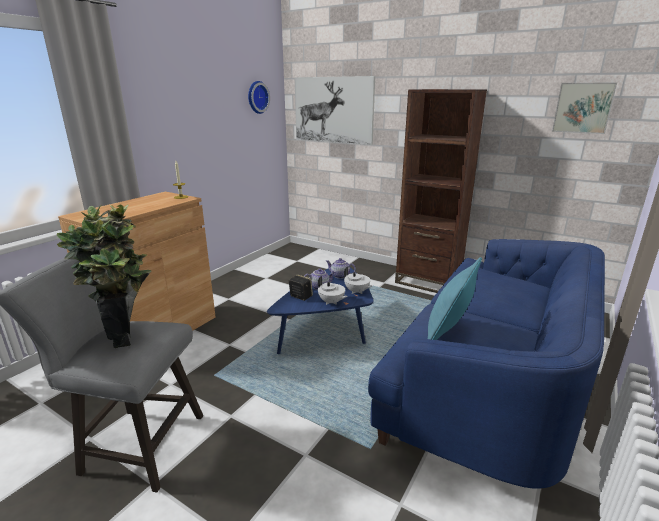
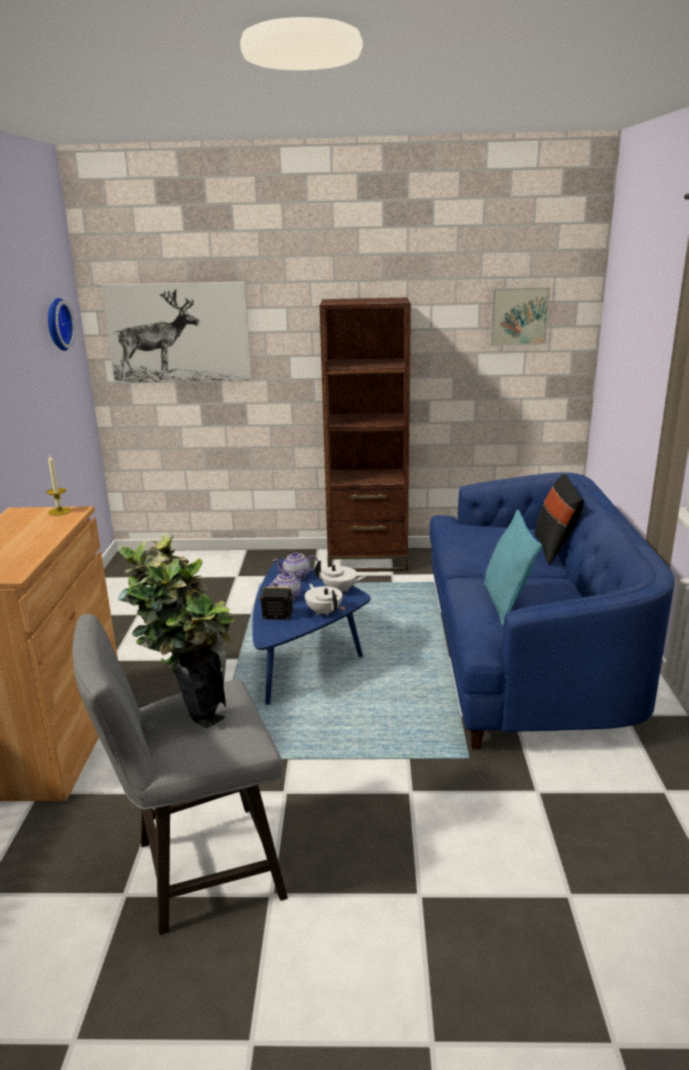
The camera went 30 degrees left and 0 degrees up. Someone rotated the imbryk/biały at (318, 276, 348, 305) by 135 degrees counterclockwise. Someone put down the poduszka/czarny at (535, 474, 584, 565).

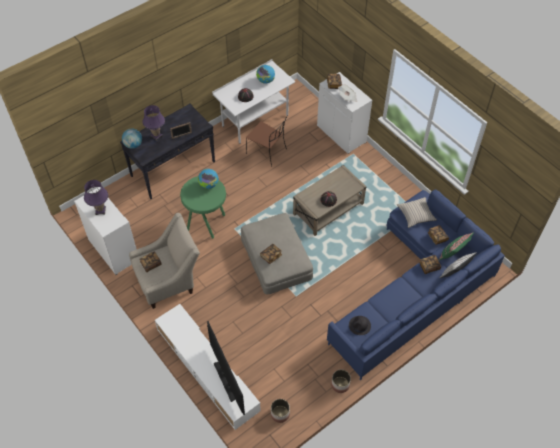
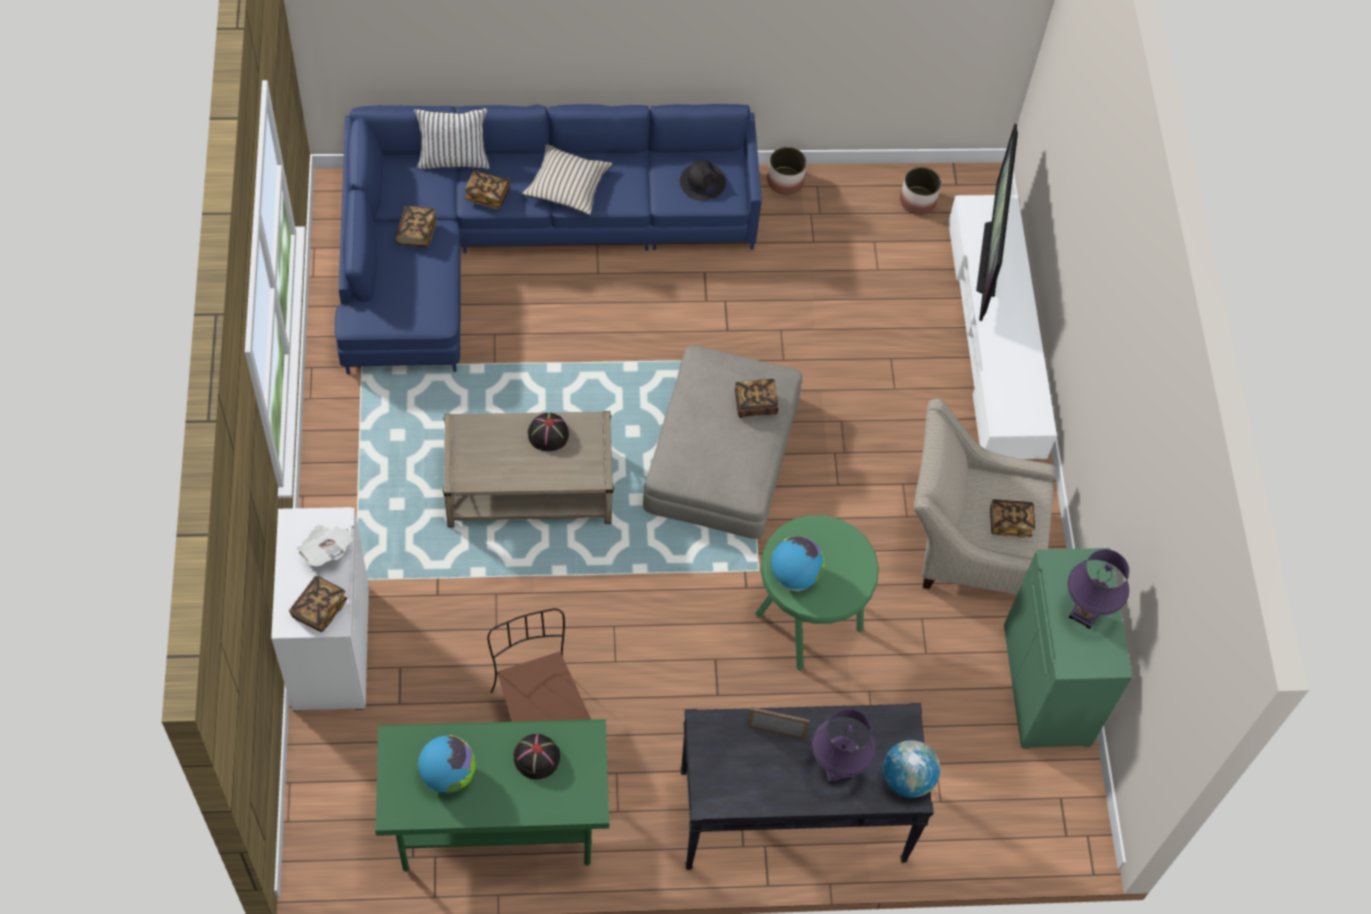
The camera went 150 degrees left and 5 degrees up. Someone repainted the biurko/biały at (212, 59, 295, 144), which became the biurko/zielony at (375, 719, 610, 872). Someone repainted the szafka/biały at (74, 187, 136, 275), which became the szafka/zielony at (1004, 548, 1132, 749). Someone carried the poduszka/beżowy from (397, 197, 437, 228) to (522, 144, 613, 215). Someone took away the poduszka/zielony at (439, 233, 473, 260).

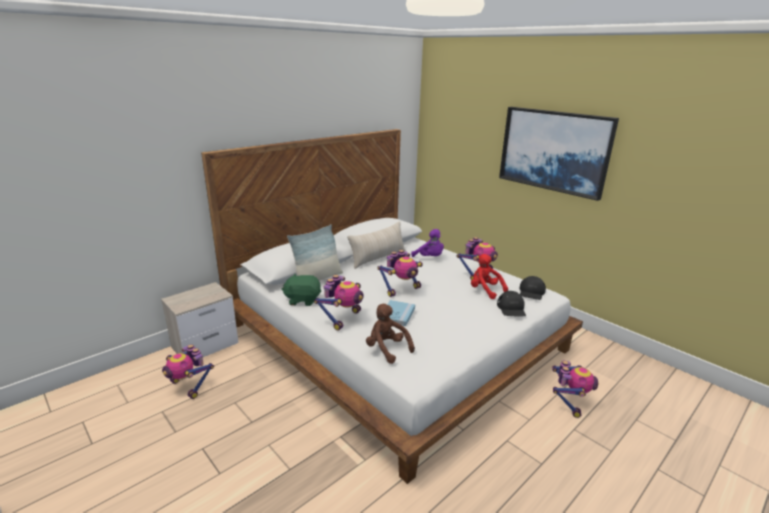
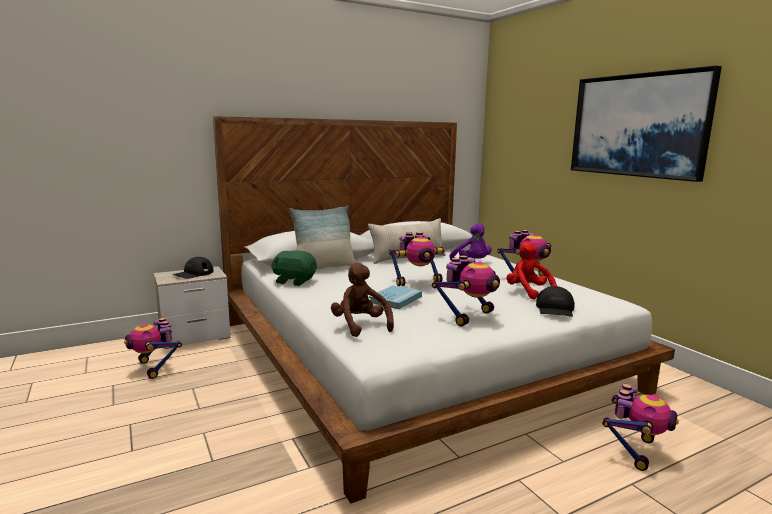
The camera went 15 degrees right and 10 degrees down. Someone carried the robot zabawkowy from (314, 275, 364, 331) to (432, 255, 500, 327). Someone carried the czapka z daszkiem/czarny from (520, 276, 546, 300) to (173, 257, 214, 279).

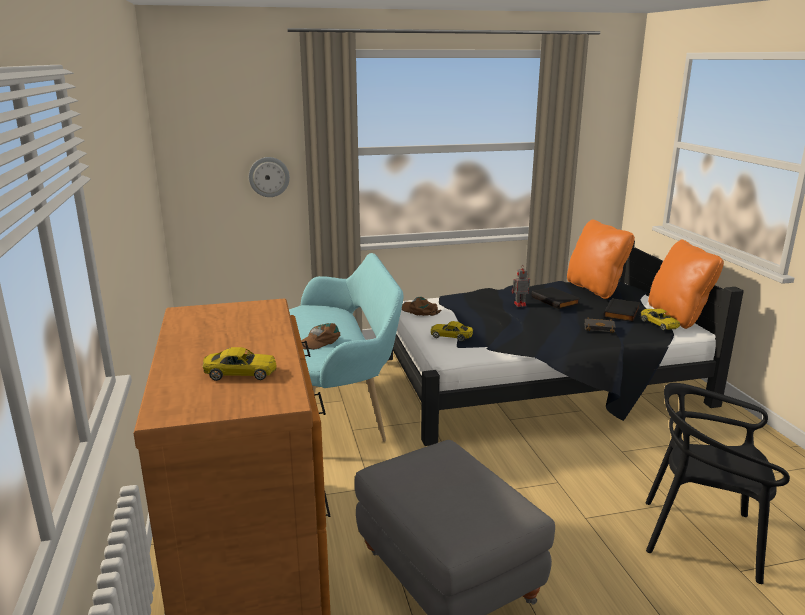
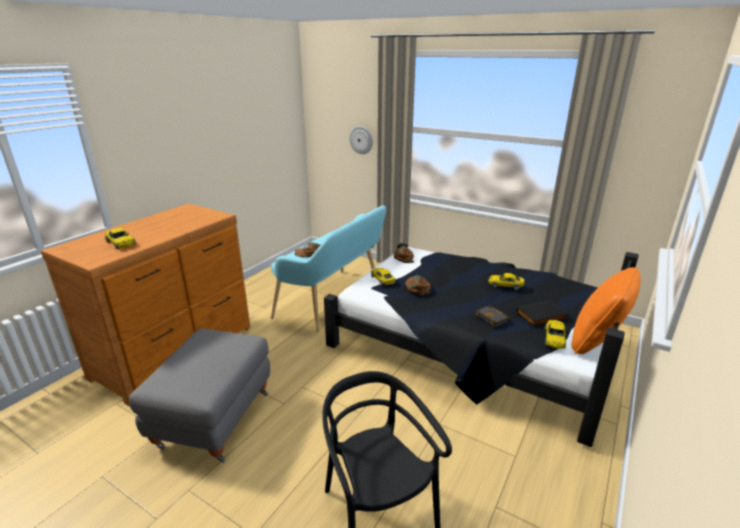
The camera went 45 degrees right and 5 degrees up. Someone took away the poduszka/pomarańczowy at (567, 220, 635, 299). Someone took away the robot zabawkowy at (512, 265, 530, 307). Someone swapped the książka/czarny at (531, 287, 580, 309) for the samochodzik/żółty at (488, 273, 524, 290). Someone put down the czapka z daszkiem/brązowy at (405, 275, 432, 296).

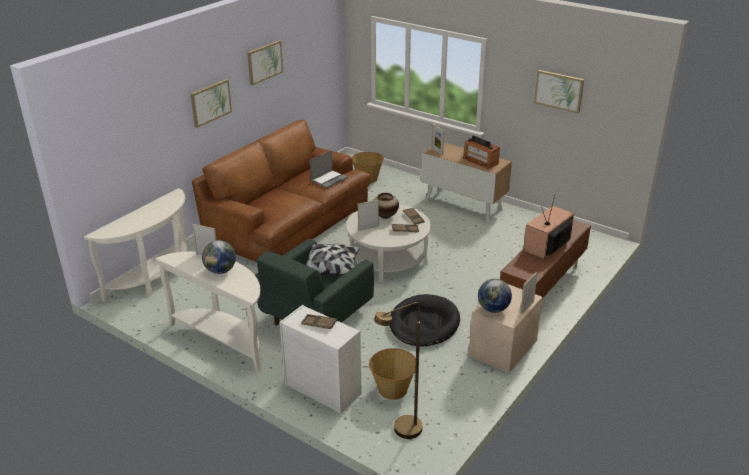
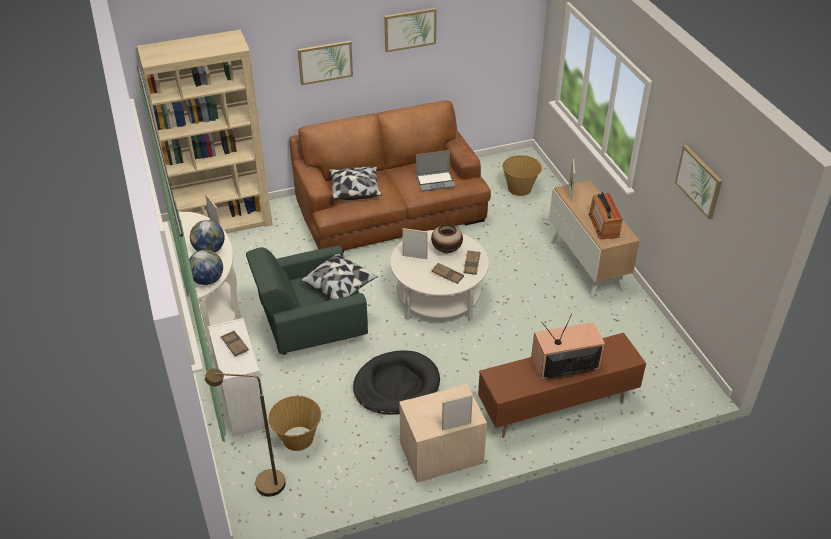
The camera went 35 degrees right and 10 degrees up. Someone swapped the stolik konsolowy/biały at (84, 188, 189, 301) for the regał/beżowy at (137, 30, 272, 234). Someone carried the globus from (478, 279, 512, 313) to (189, 250, 223, 285). Someone put down the poduszka at (329, 166, 382, 200).

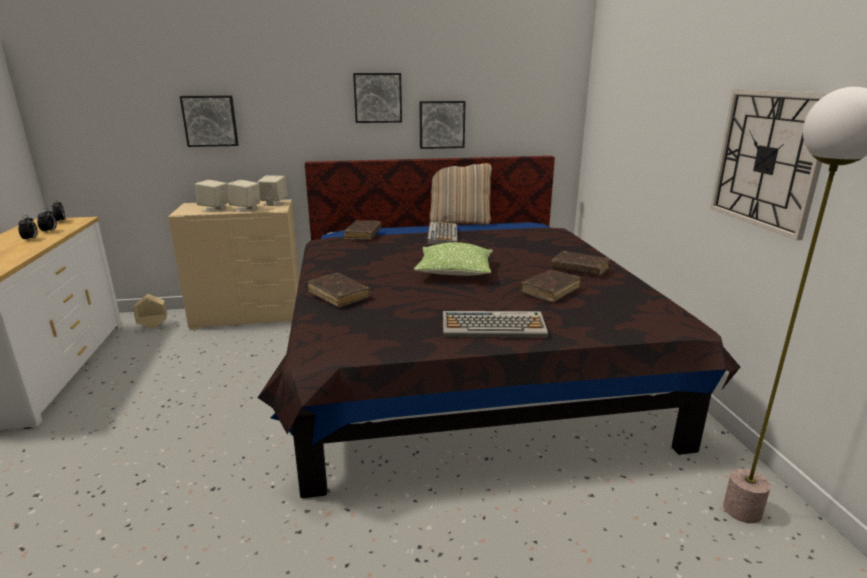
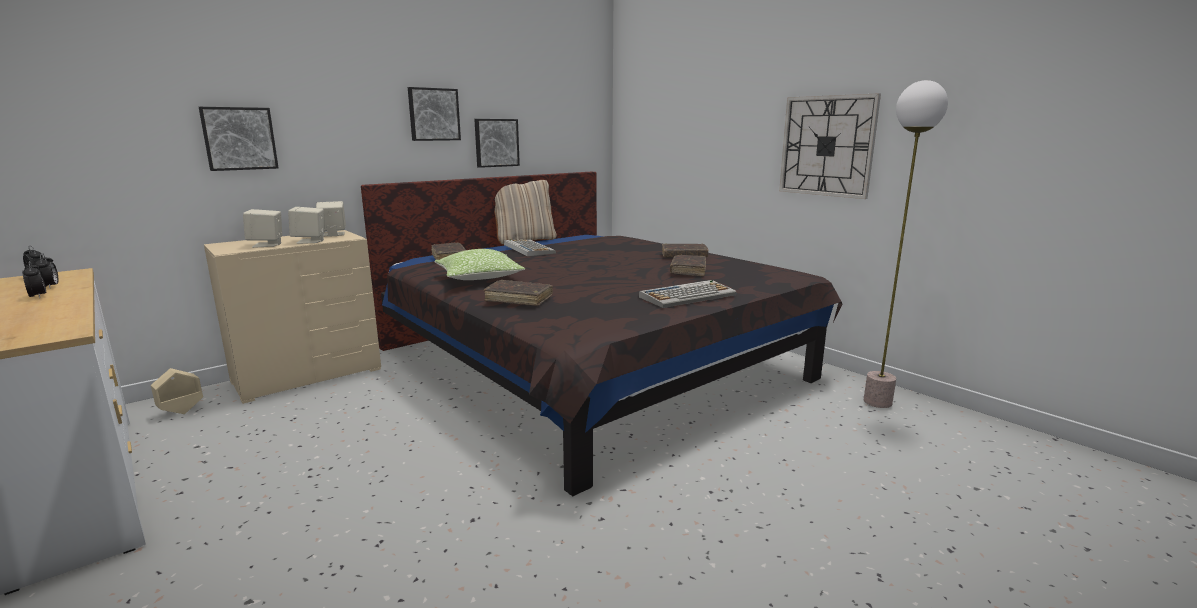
The camera went 30 degrees left and 5 degrees down. Someone carried the poduszka from (414, 242, 493, 276) to (435, 249, 525, 280).

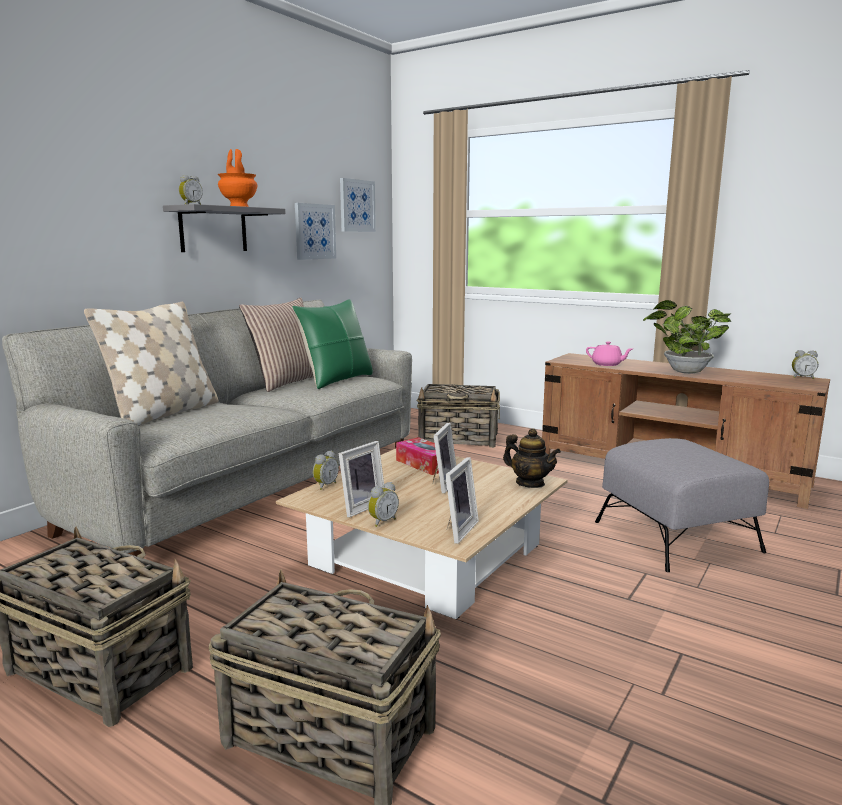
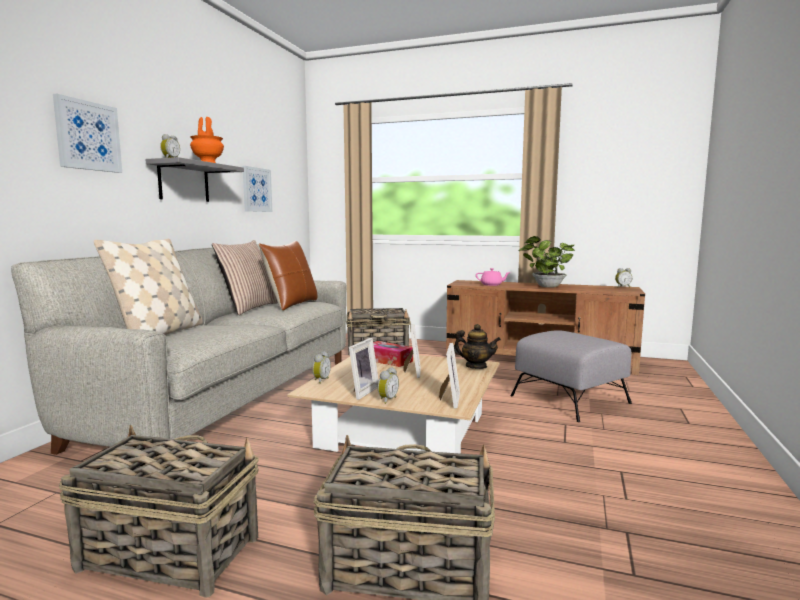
The camera went 15 degrees left and 5 degrees down. Someone carried the obraz from (340, 178, 376, 232) to (53, 94, 122, 173). Someone repainted the poduszka/zielony at (292, 299, 373, 389), which became the poduszka/brązowy at (259, 241, 318, 310).

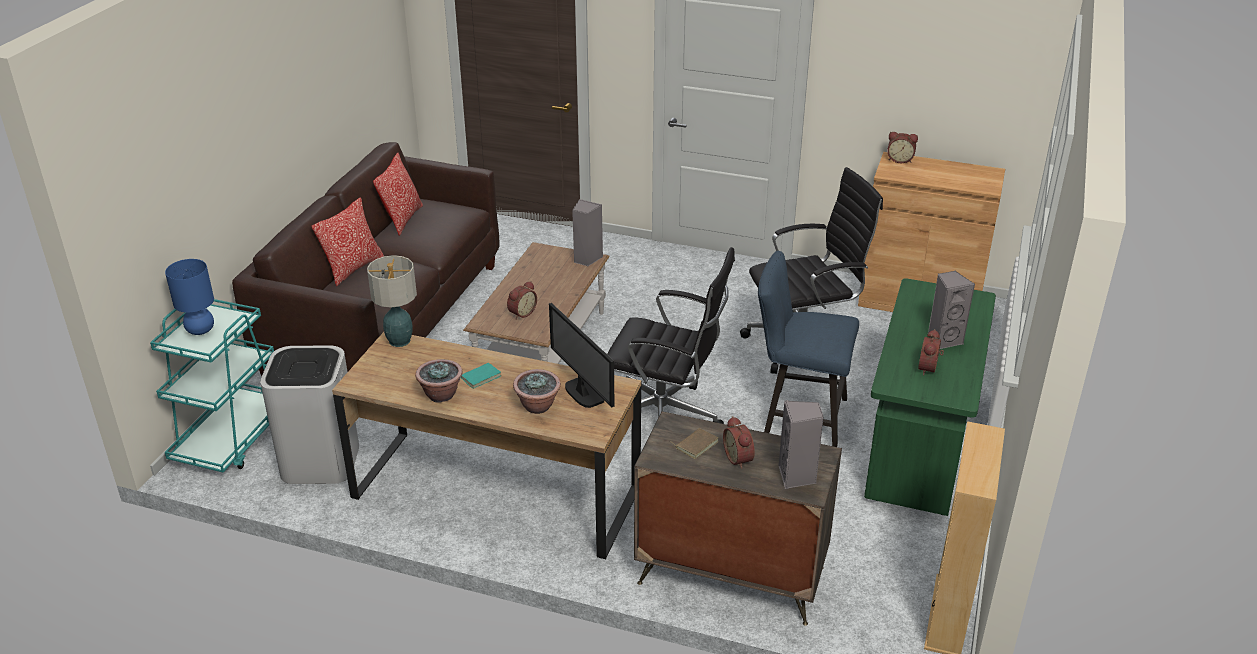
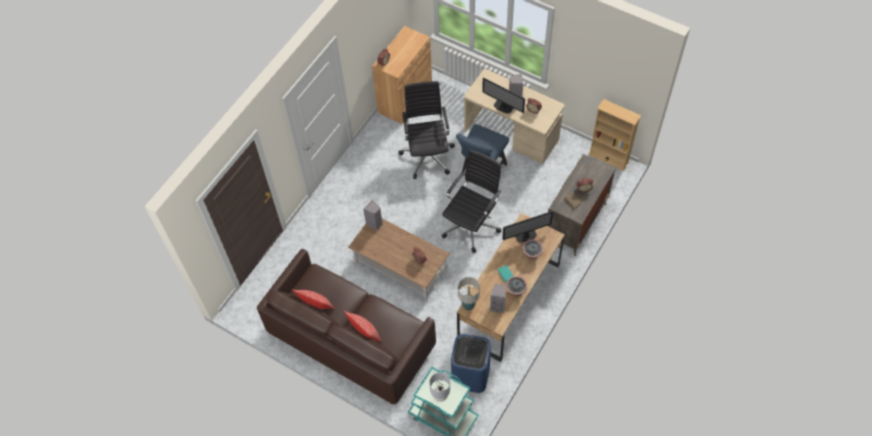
The camera went 75 degrees left and 25 degrees up. Someone repainted the lampa stołowa/niebieski at (165, 259, 214, 335), which became the lampa stołowa/szary at (429, 373, 450, 402). Someone repainted the biurko/zielony at (864, 278, 996, 516), which became the biurko/beżowy at (464, 69, 565, 164). Someone repainted the kosz na śmieci/biały at (260, 345, 359, 484), which became the kosz na śmieci/niebieski at (451, 334, 491, 393). Someone carried the głośnik/szary from (779, 400, 824, 489) to (490, 284, 506, 313). Someone put down the monitor at (482, 77, 525, 113).

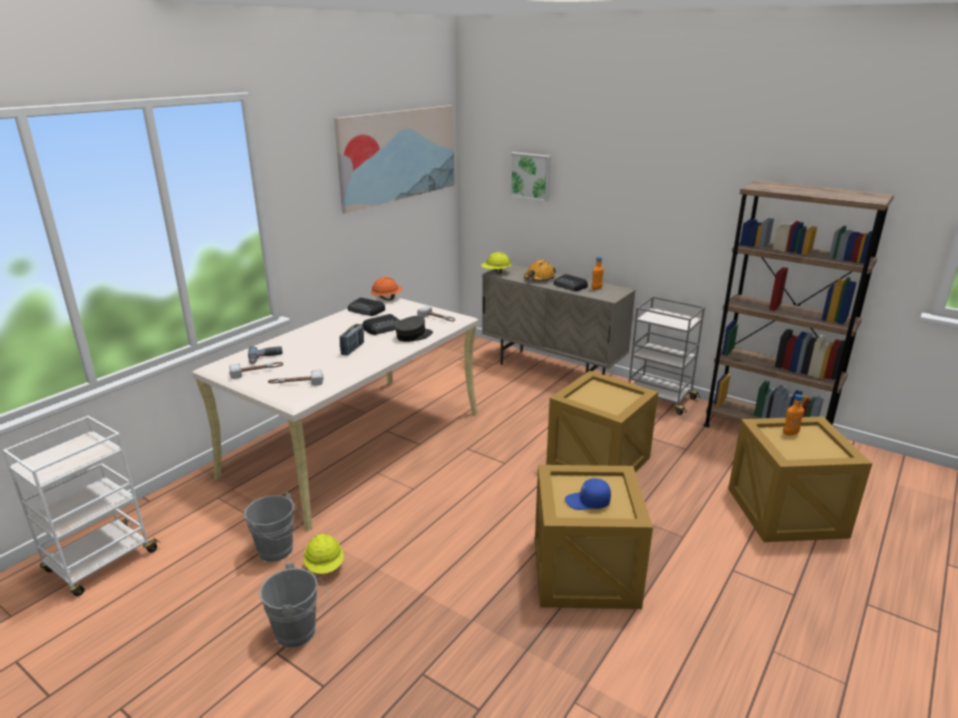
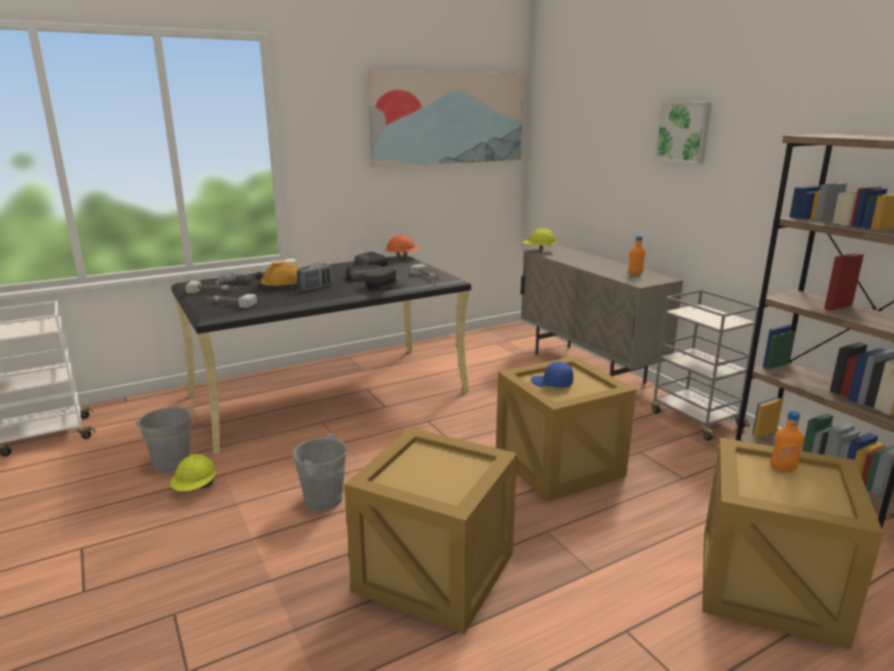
The camera went 25 degrees right and 5 degrees down. Someone carried the obraz from (510, 152, 551, 202) to (654, 102, 712, 164). Someone carried the kask/pomarańczowy from (524, 260, 556, 281) to (254, 261, 301, 288). Someone took away the radio at (554, 274, 588, 291). Someone repainted the biurko/beżowy at (192, 295, 478, 531), which became the biurko/czarny at (171, 255, 471, 455). Someone carried the czapka z daszkiem/niebieski from (565, 478, 611, 510) to (531, 362, 574, 388). Someone carried the wiadro/szary from (260, 563, 329, 648) to (293, 433, 357, 511).

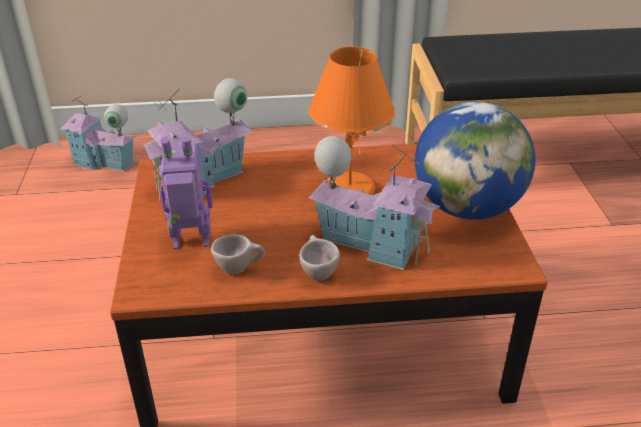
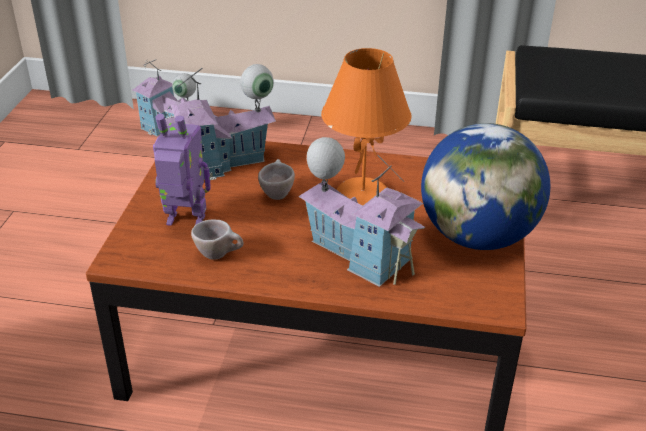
The camera went 15 degrees right and 0 degrees up. Someone carried the filiżanka/beżowy from (299, 235, 340, 281) to (258, 159, 295, 200).

